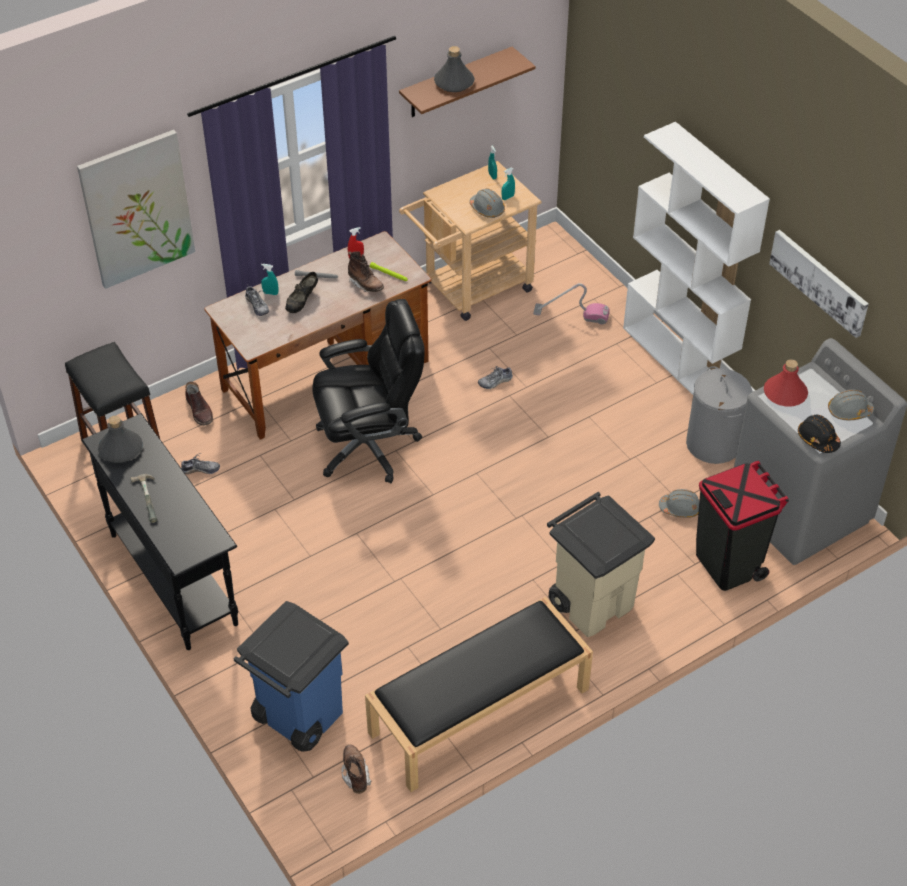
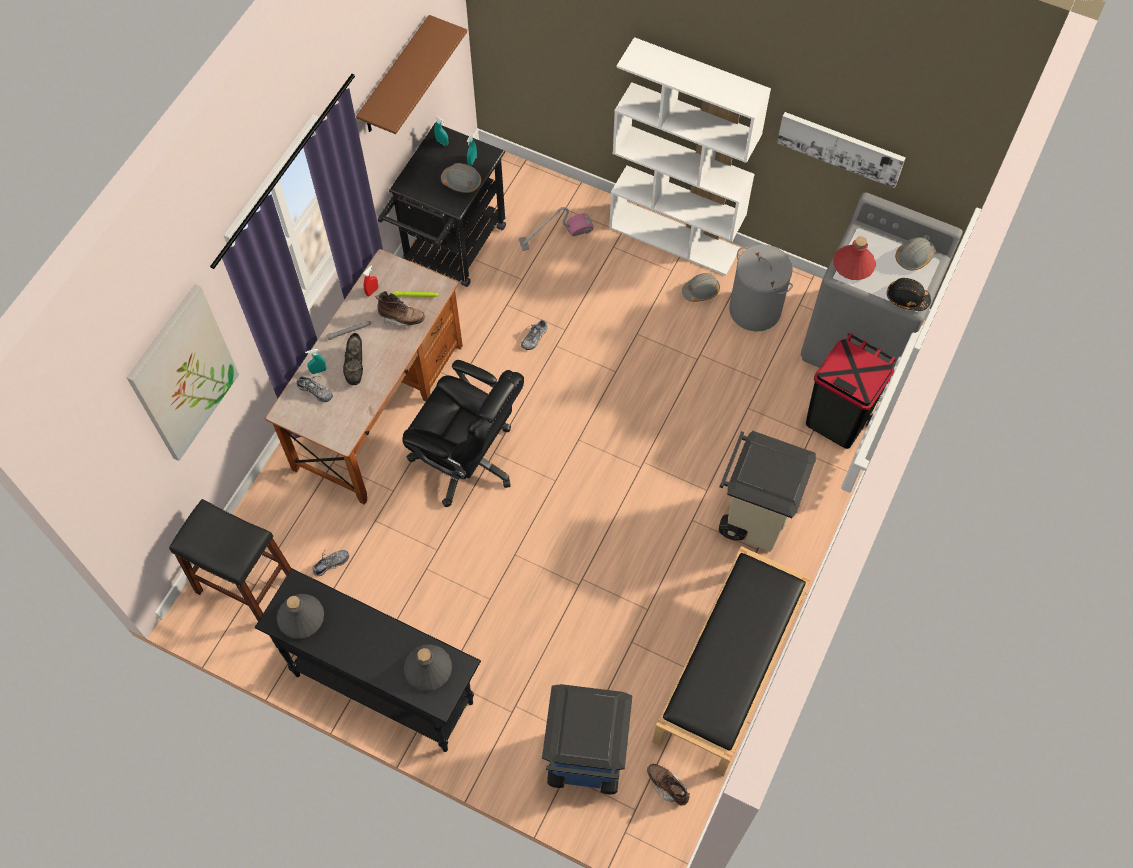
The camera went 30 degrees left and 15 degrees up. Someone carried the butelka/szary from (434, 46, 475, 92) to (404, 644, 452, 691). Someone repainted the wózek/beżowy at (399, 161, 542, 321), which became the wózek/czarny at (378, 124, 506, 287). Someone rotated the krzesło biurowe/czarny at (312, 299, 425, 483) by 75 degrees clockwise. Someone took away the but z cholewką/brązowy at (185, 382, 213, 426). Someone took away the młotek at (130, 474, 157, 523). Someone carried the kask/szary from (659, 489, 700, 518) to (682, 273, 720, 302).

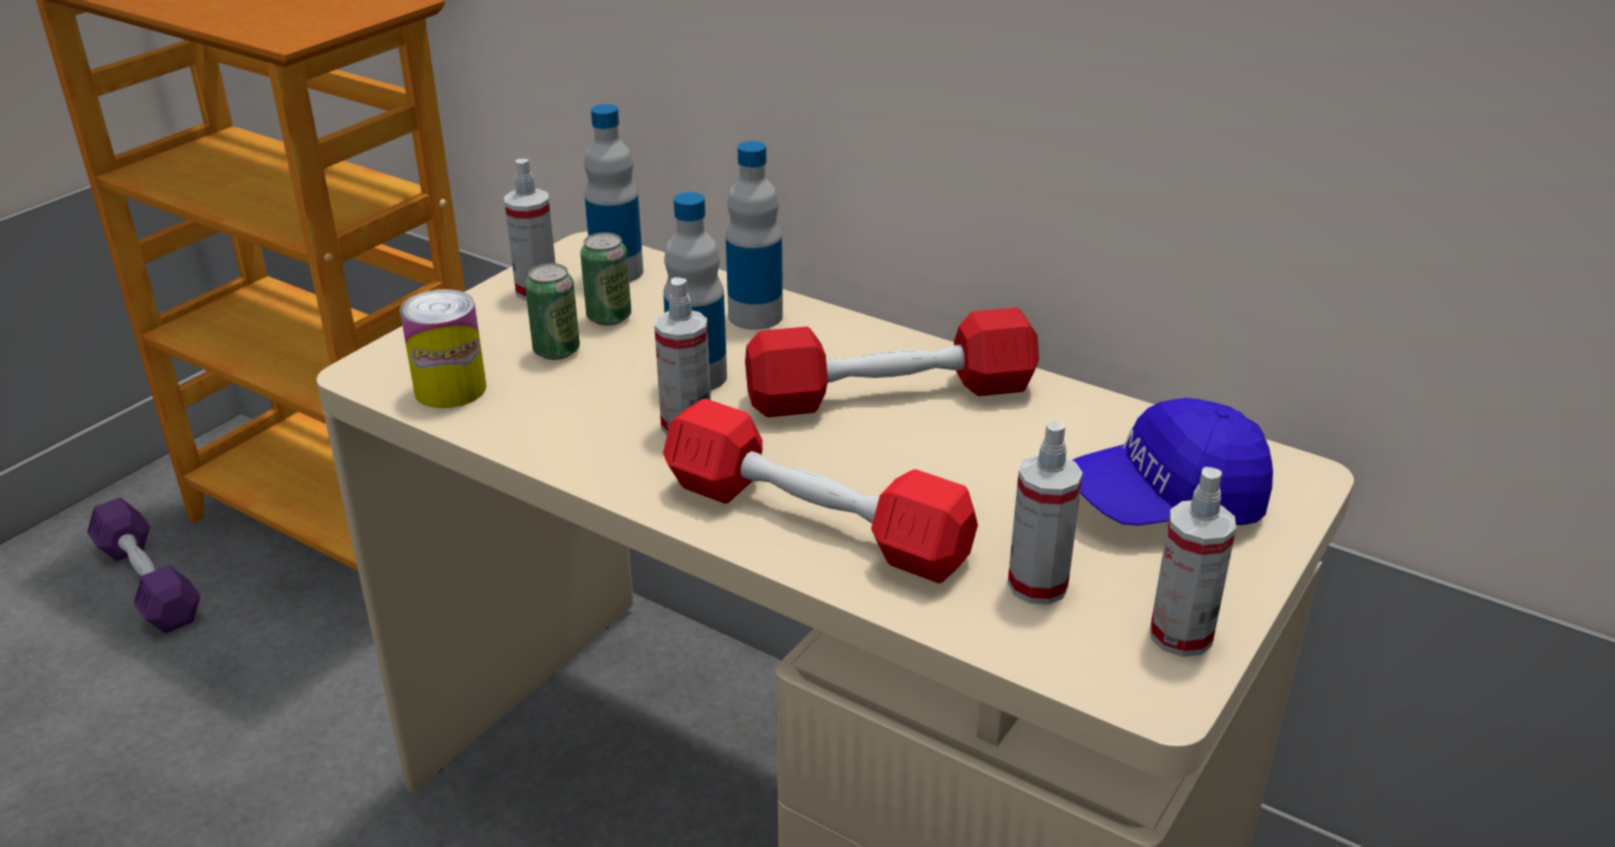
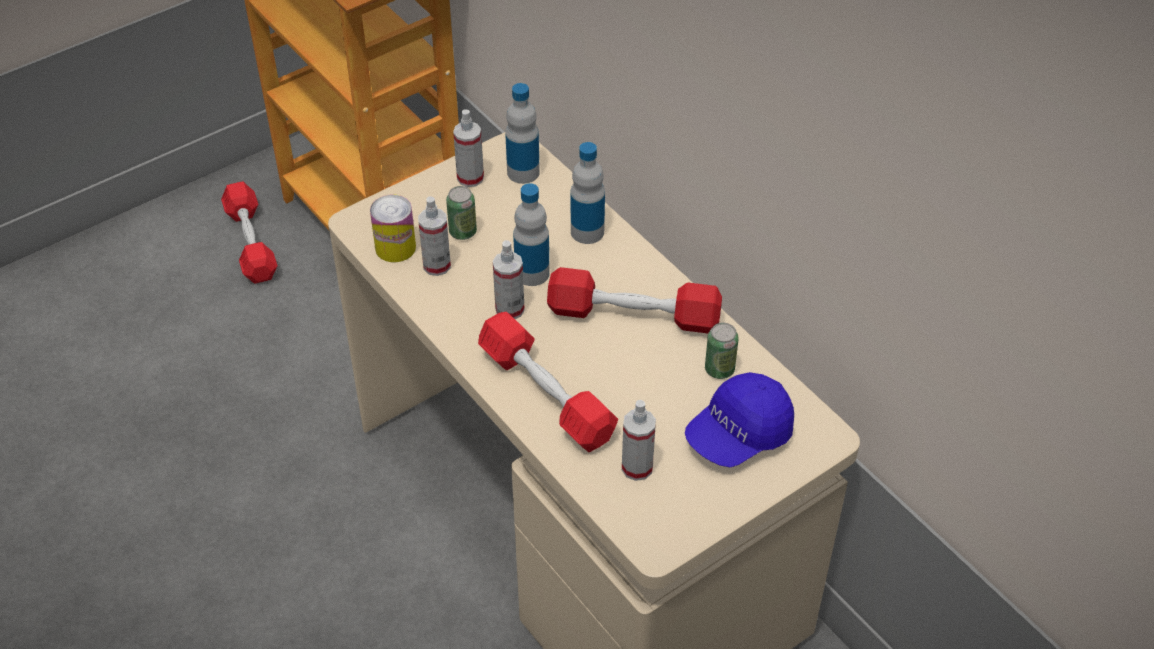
The camera went 20 degrees right and 15 degrees up. Someone carried the puszka from (580, 232, 631, 326) to (705, 323, 739, 379). Someone rotated the czapka z daszkiem/niebieski at (1072, 398, 1273, 526) by 45 degrees counterclockwise. Someone carried the spryskiwacz from (1150, 467, 1236, 657) to (418, 196, 451, 276). Someone repainted the hantel/fioletowy at (87, 498, 201, 633), which became the hantel/czerwony at (221, 181, 278, 284).

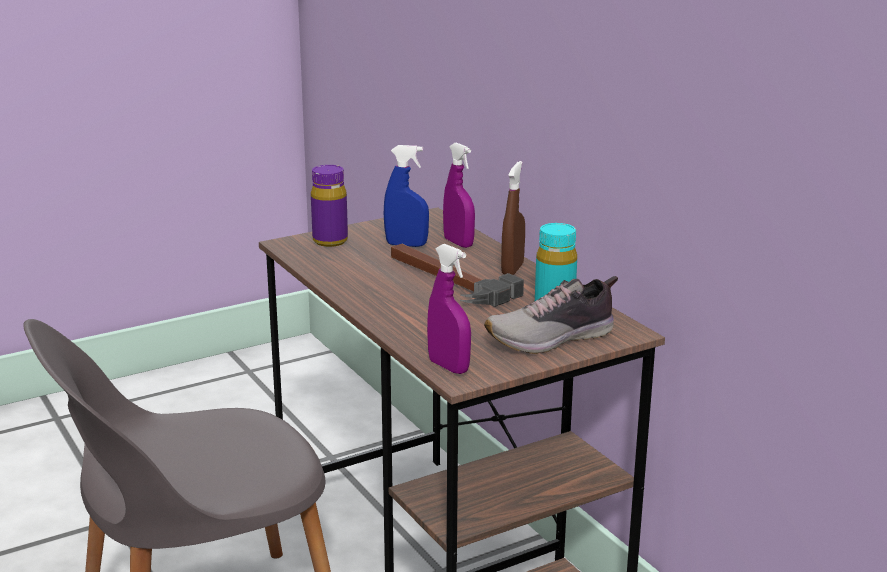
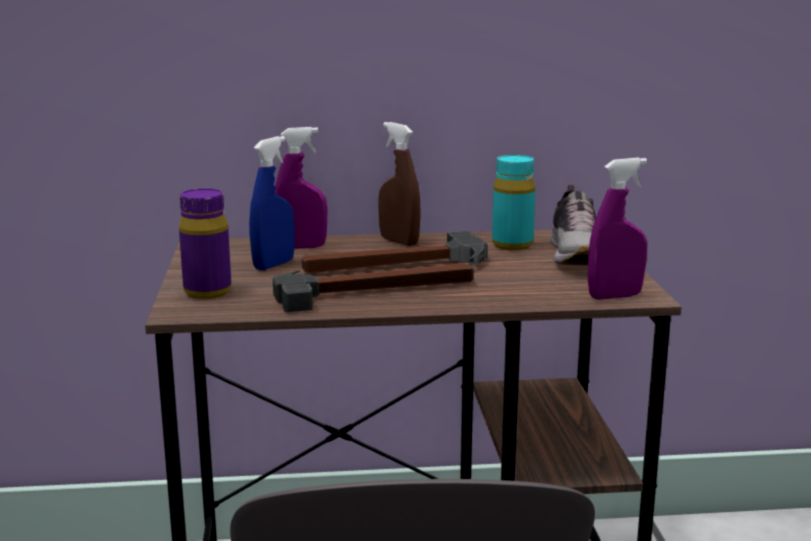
The camera went 65 degrees left and 5 degrees down. Someone put down the młotek at (273, 263, 474, 312).

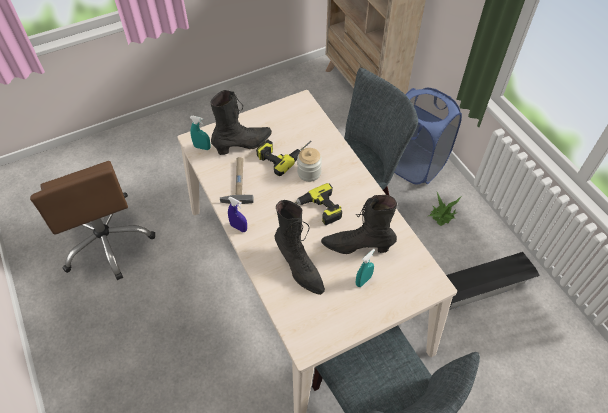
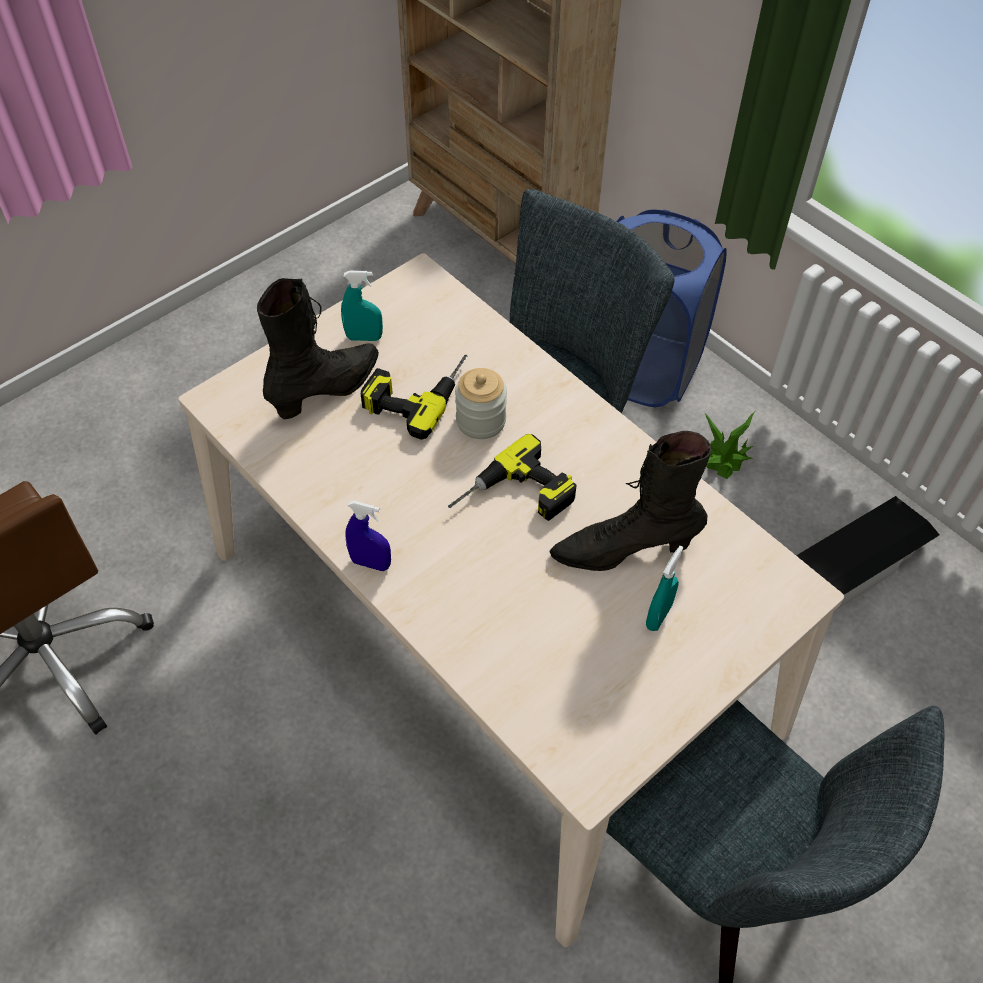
The camera went 15 degrees left and 0 degrees up. Someone carried the spryskiwacz/turkusowy from (190, 116, 210, 150) to (341, 271, 383, 341). Someone took away the młotek at (220, 157, 254, 204). Someone took away the but z cholewką/czarny at (275, 200, 325, 295).

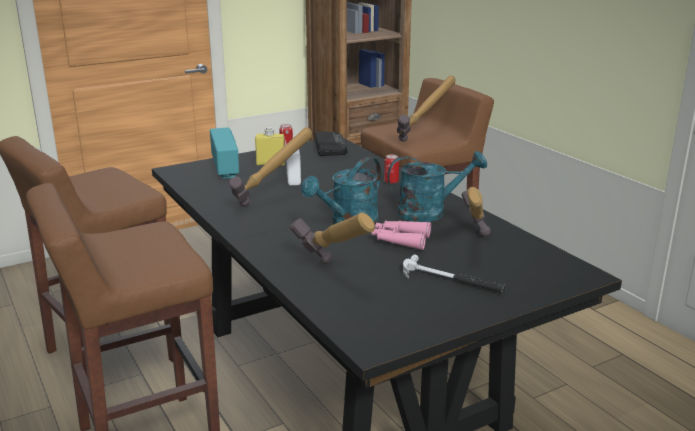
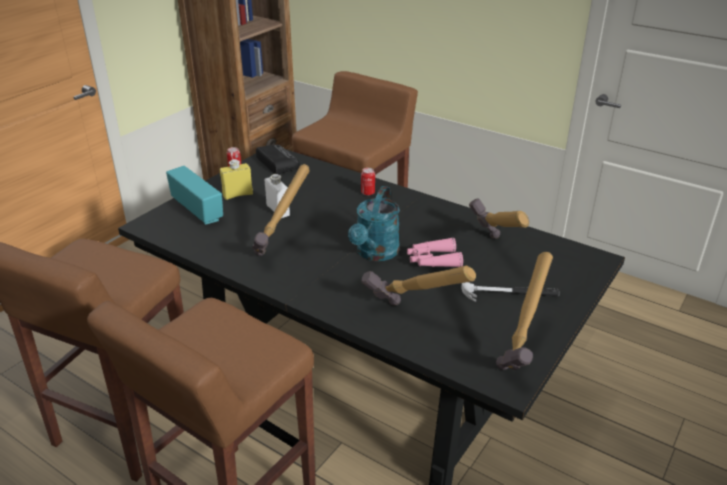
The camera went 25 degrees left and 10 degrees up. Someone carried the młotek from (397, 75, 455, 141) to (496, 252, 553, 370). Someone took away the konewka/turkusowy at (387, 151, 487, 222).

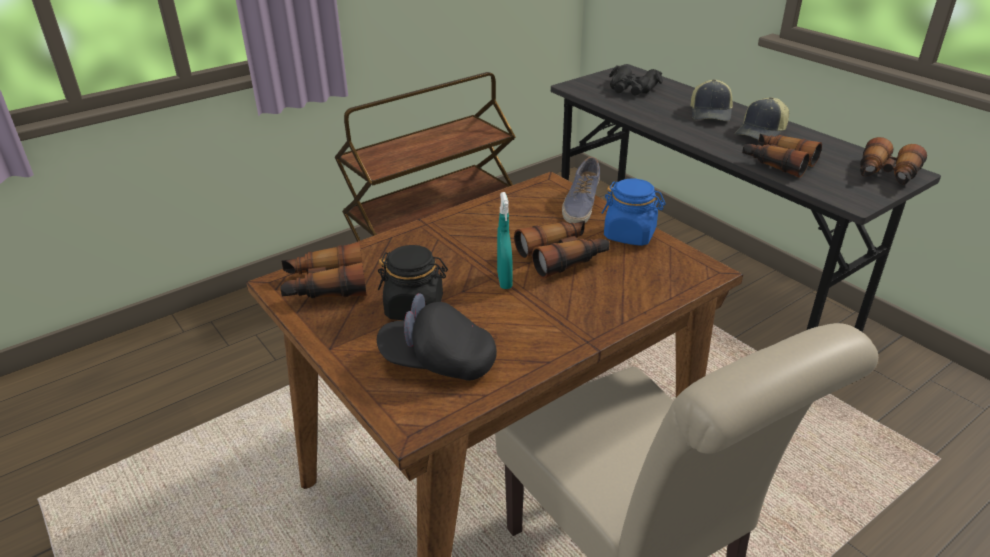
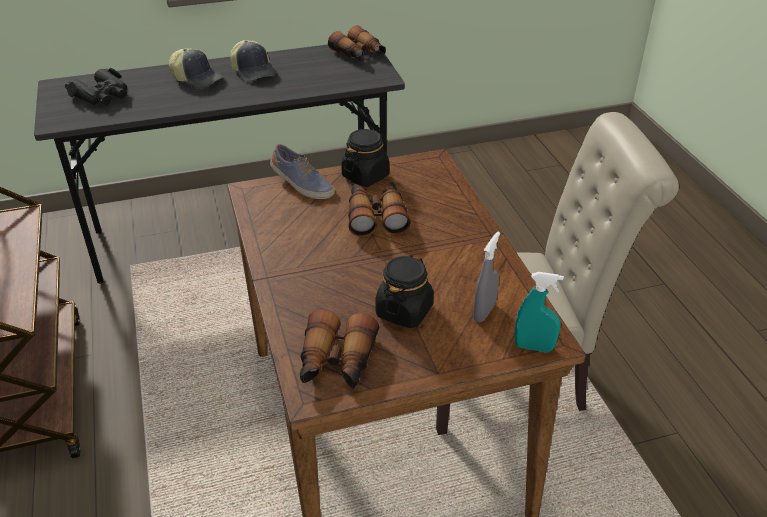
The camera went 70 degrees left and 5 degrees up. Someone took away the lornetka at (742, 134, 822, 178). Someone repainted the słoik/niebieski at (602, 179, 666, 246), which became the słoik/czarny at (341, 129, 389, 187). Someone carried the spryskiwacz/turkusowy from (497, 192, 513, 289) to (515, 272, 564, 352). Someone swapped the czapka z daszkiem/czarny at (377, 293, 497, 381) for the spryskiwacz/szary at (473, 232, 500, 322).

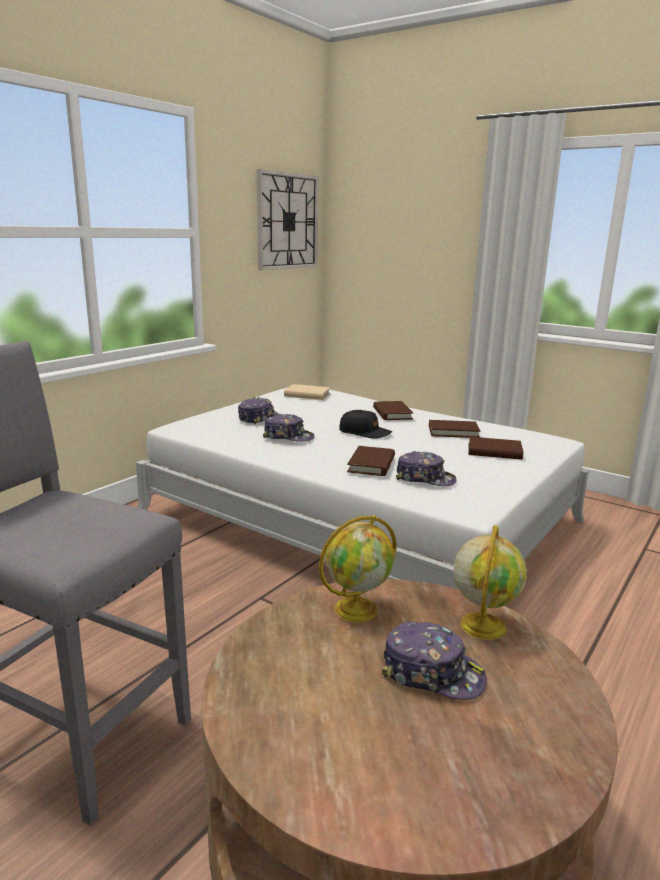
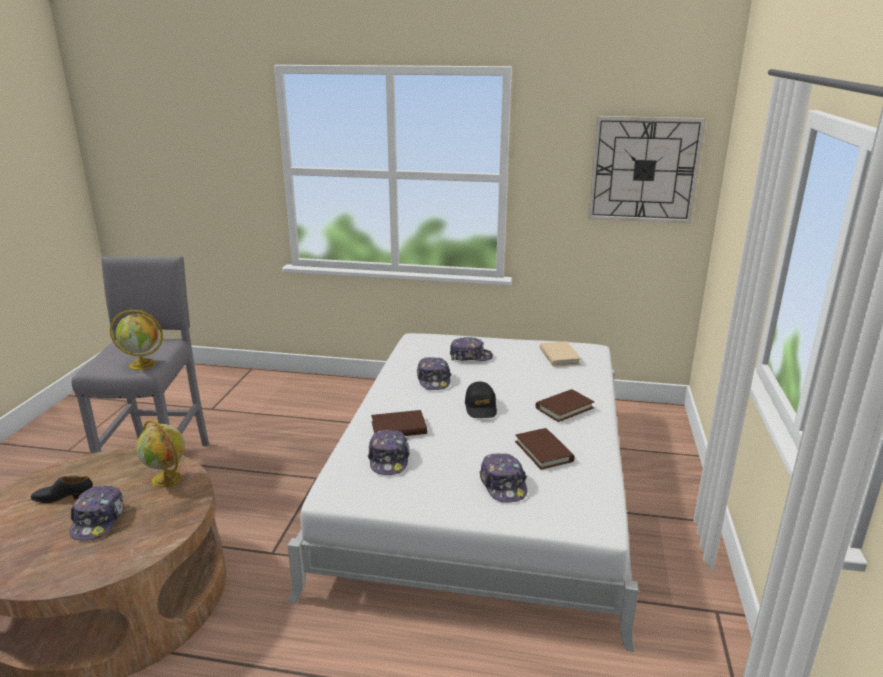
The camera went 65 degrees right and 5 degrees up. Someone swapped the książka/brązowy at (468, 437, 523, 460) for the czapka z daszkiem at (480, 454, 527, 503). Someone carried the globus from (453, 525, 527, 640) to (110, 310, 163, 370). Someone put down the but/czarny at (31, 476, 93, 503).

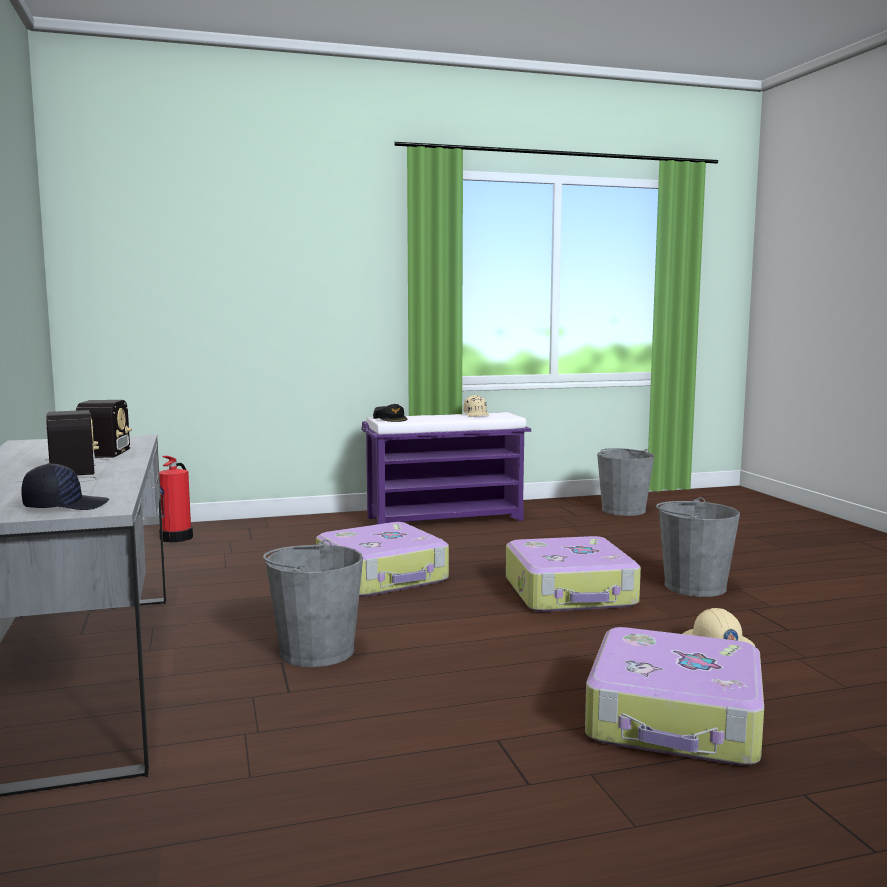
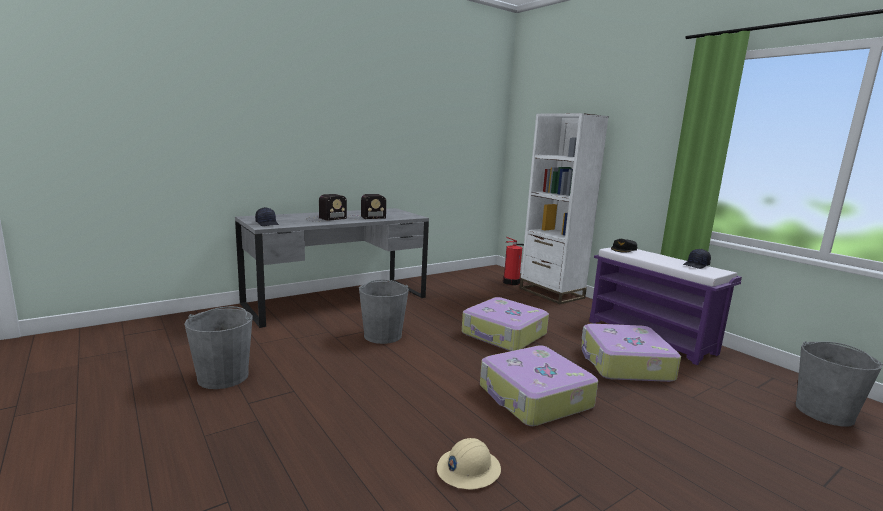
The camera went 70 degrees right and 5 degrees up. Someone repainted the czapka z daszkiem/beżowy at (463, 395, 489, 417), which became the czapka z daszkiem/czarny at (683, 249, 711, 269). Someone carried the wiadro/szary from (656, 497, 740, 597) to (184, 306, 253, 389). Someone carried the walizka from (585, 627, 764, 766) to (581, 323, 681, 382). Someone put down the regał/biały at (520, 113, 609, 304).

